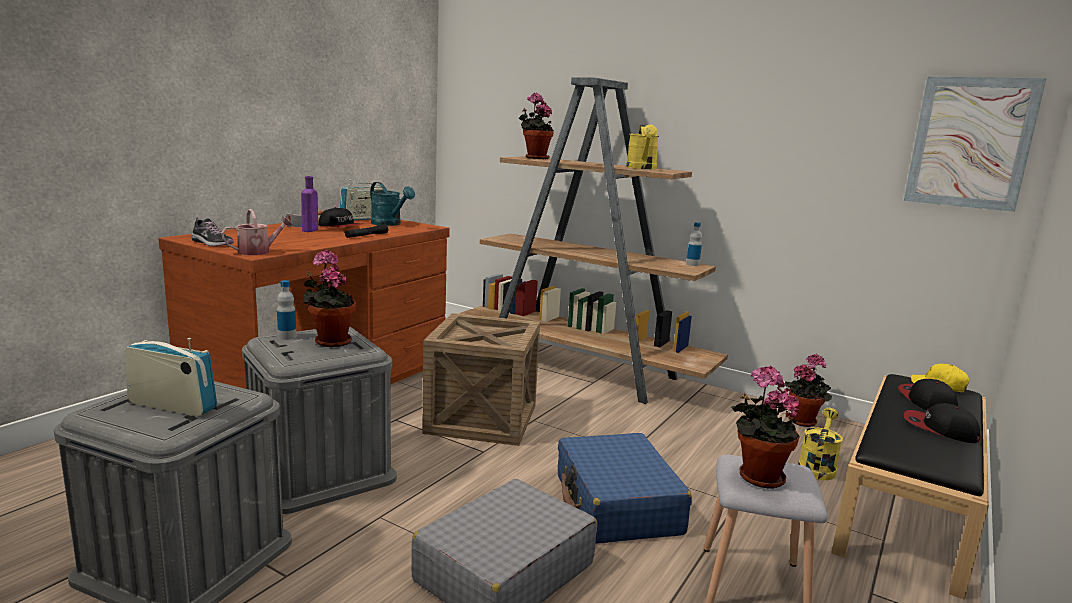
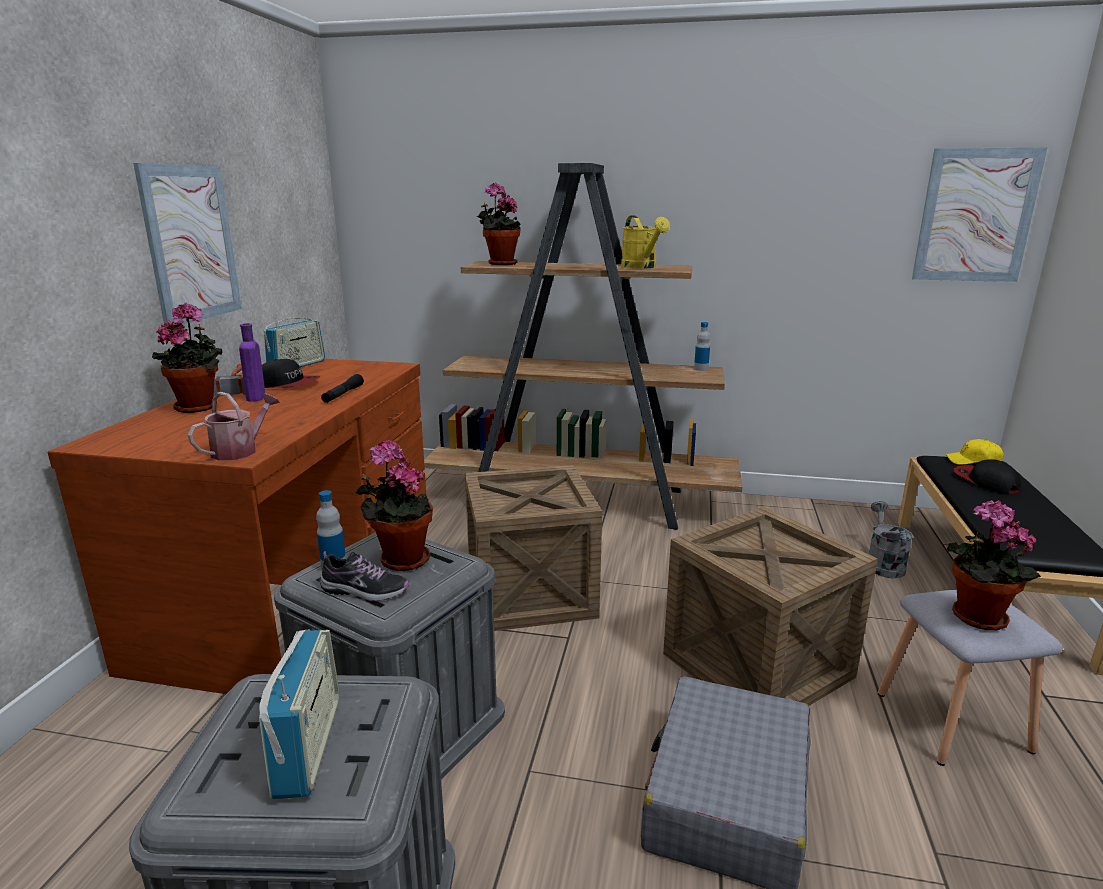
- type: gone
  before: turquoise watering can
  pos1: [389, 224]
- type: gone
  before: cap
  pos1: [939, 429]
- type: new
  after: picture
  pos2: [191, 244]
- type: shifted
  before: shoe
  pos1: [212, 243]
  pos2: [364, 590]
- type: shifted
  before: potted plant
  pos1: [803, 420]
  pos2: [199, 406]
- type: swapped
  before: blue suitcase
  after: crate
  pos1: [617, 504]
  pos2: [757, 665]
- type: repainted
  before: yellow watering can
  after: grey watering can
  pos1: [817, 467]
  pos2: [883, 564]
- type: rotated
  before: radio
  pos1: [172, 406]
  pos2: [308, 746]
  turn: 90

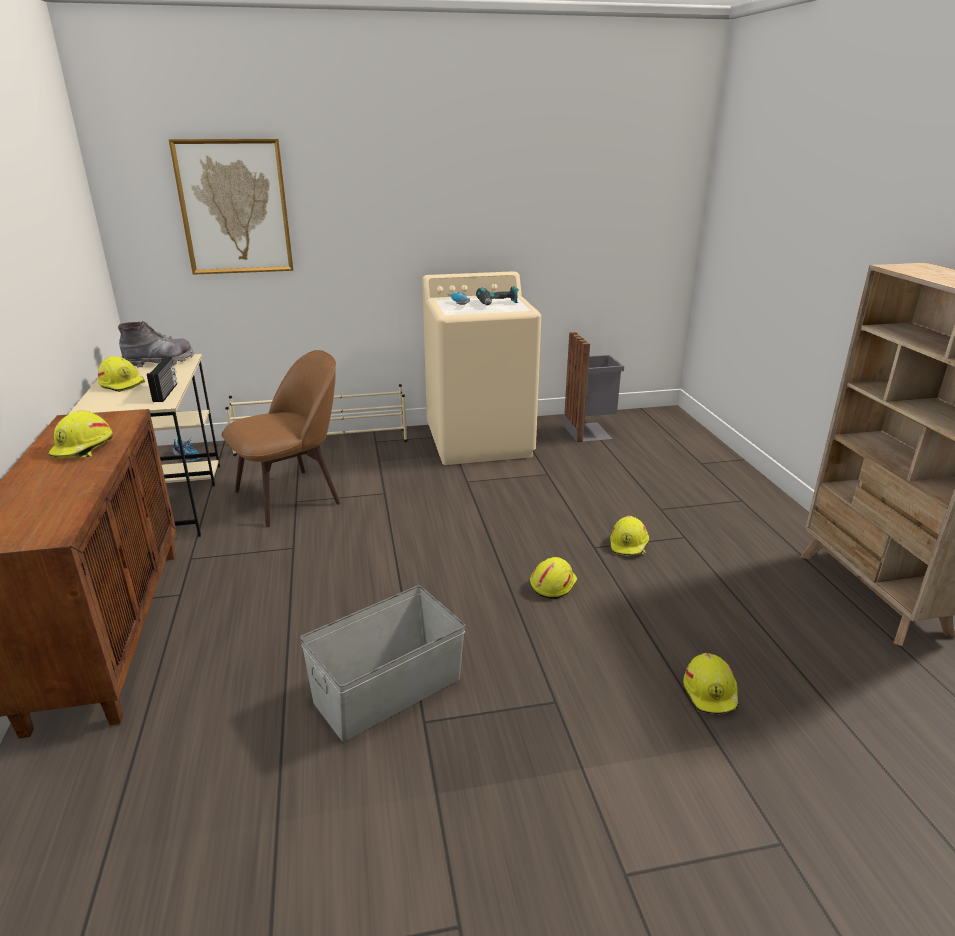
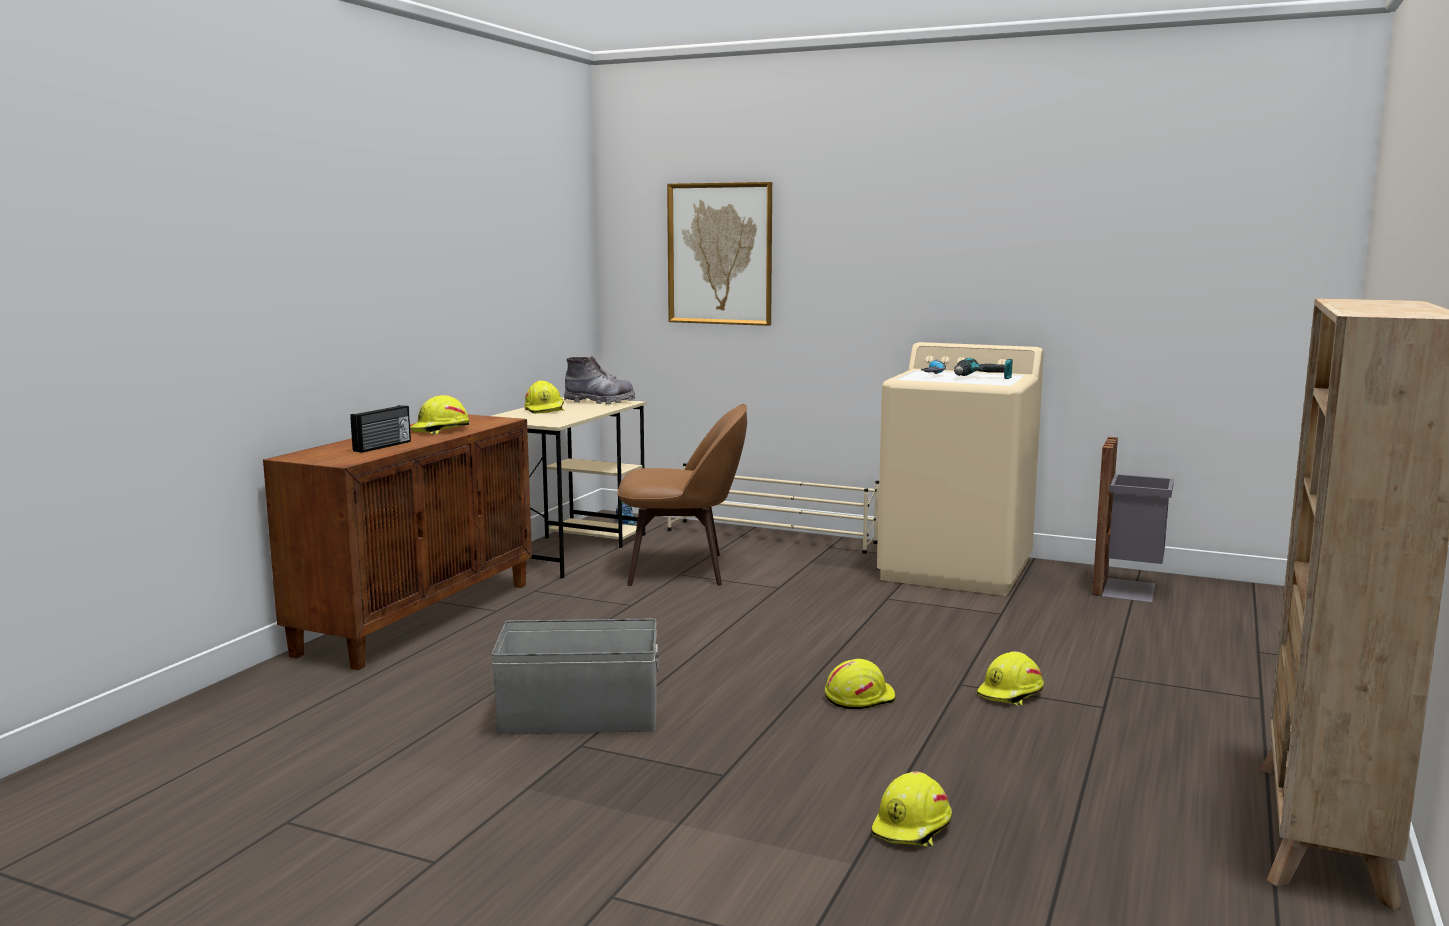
- type: shifted
  before: radio
  pos1: [166, 392]
  pos2: [383, 446]

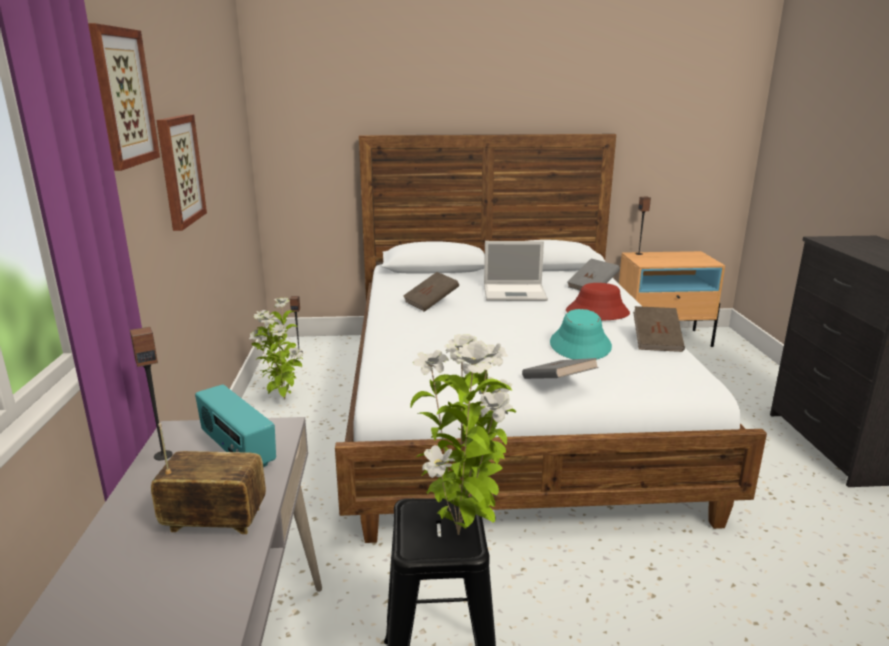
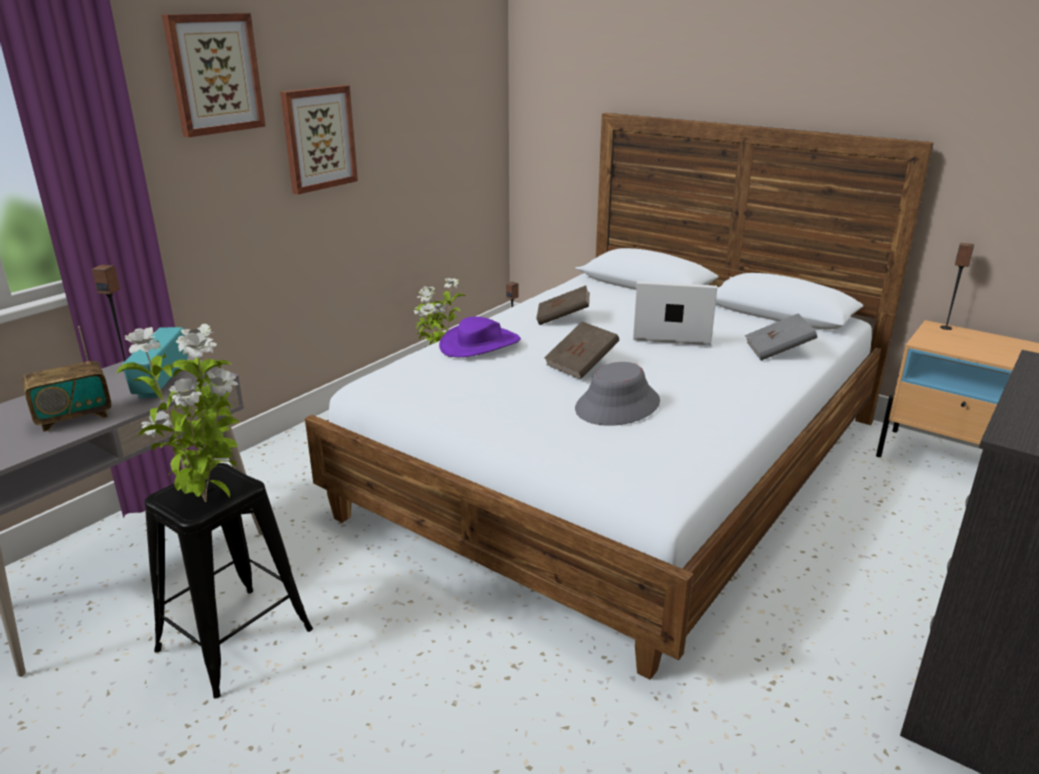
- type: gone
  before: grey book
  pos1: [558, 384]
- type: gone
  before: red hat
  pos1: [597, 312]
- type: new
  after: purple hat
  pos2: [480, 344]
- type: shifted
  before: brown book
  pos1: [656, 342]
  pos2: [581, 365]
- type: repainted
  before: turquoise hat
  after: grey hat
  pos1: [580, 345]
  pos2: [617, 406]
- type: rotated
  before: radio
  pos1: [215, 521]
  pos2: [74, 417]
  turn: 105
- type: rotated
  before: laptop
  pos1: [516, 293]
  pos2: [670, 332]
  turn: 150

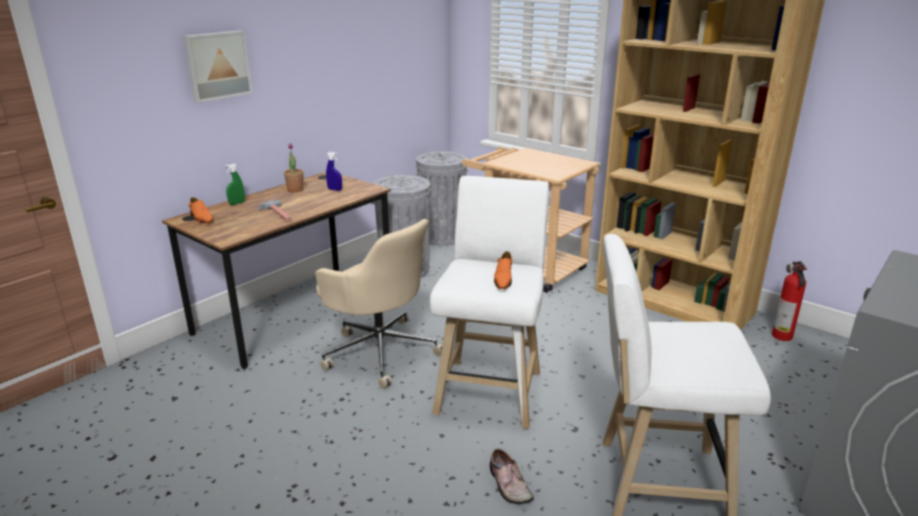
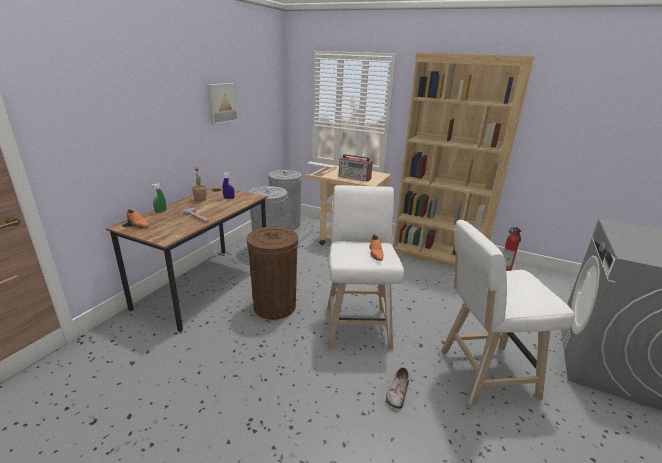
- type: new
  after: radio
  pos2: [355, 178]
- type: shifted
  before: picture
  pos1: [217, 65]
  pos2: [221, 103]
- type: swapped
  before: beige office chair
  after: brown trash can
  pos1: [380, 350]
  pos2: [274, 306]
- type: rotated
  before: shoe
  pos1: [508, 485]
  pos2: [397, 392]
  turn: 60

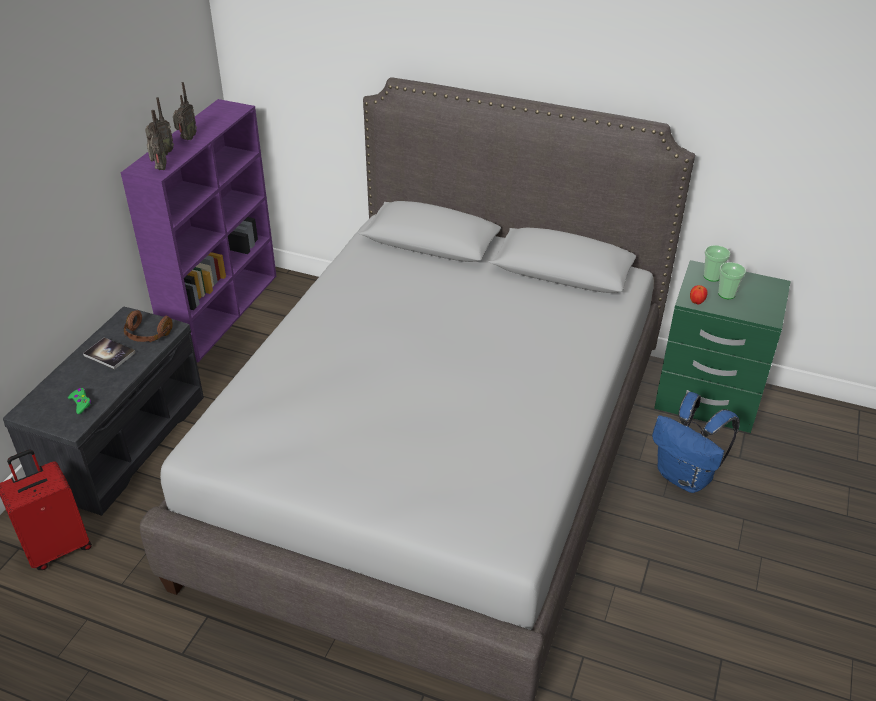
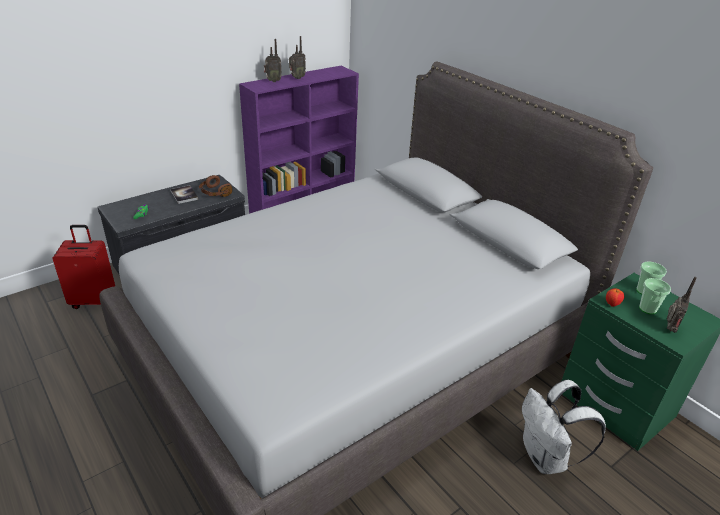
- type: shifted
  before: radio
  pos1: [159, 169]
  pos2: [668, 329]
- type: repainted
  before: blue backpack
  after: white backpack
  pos1: [685, 477]
  pos2: [546, 458]

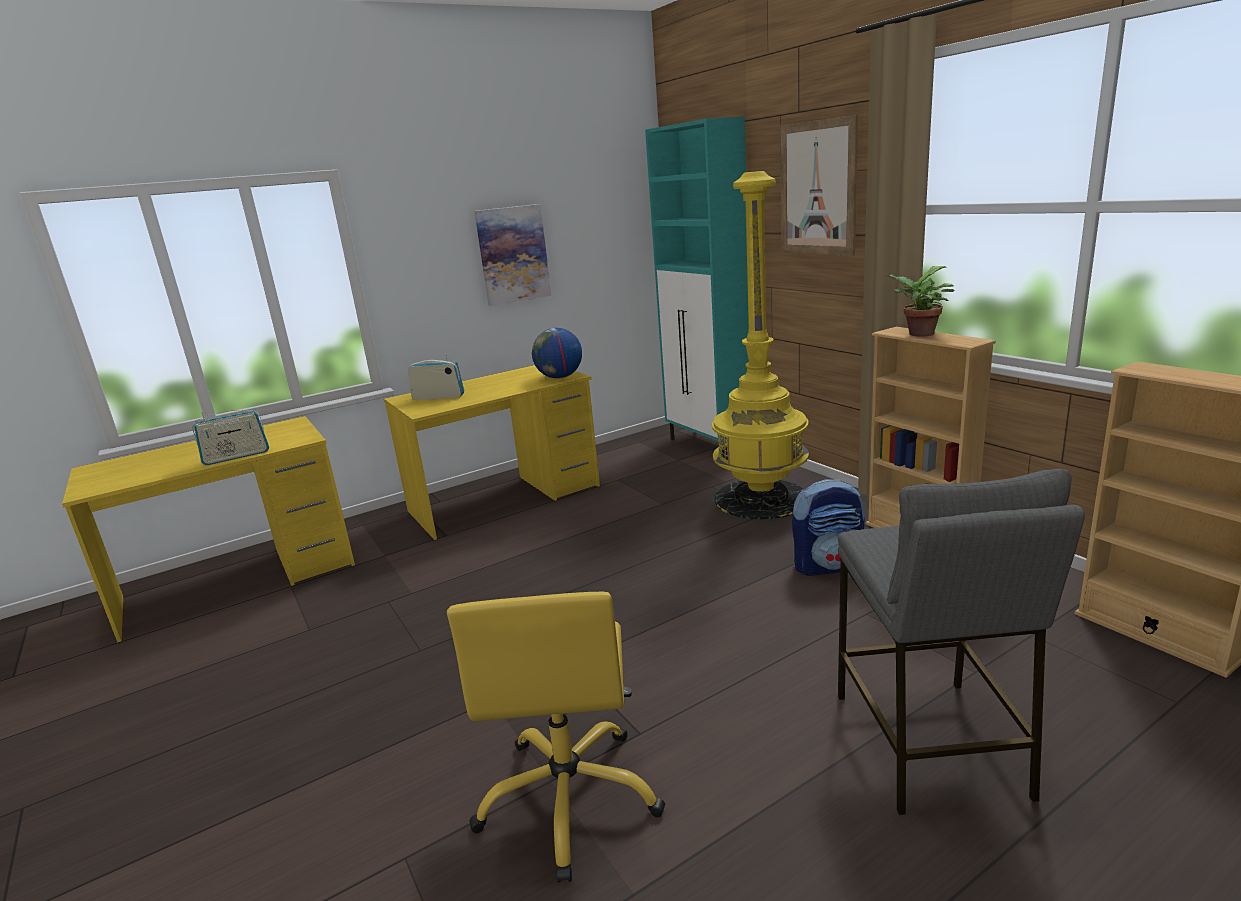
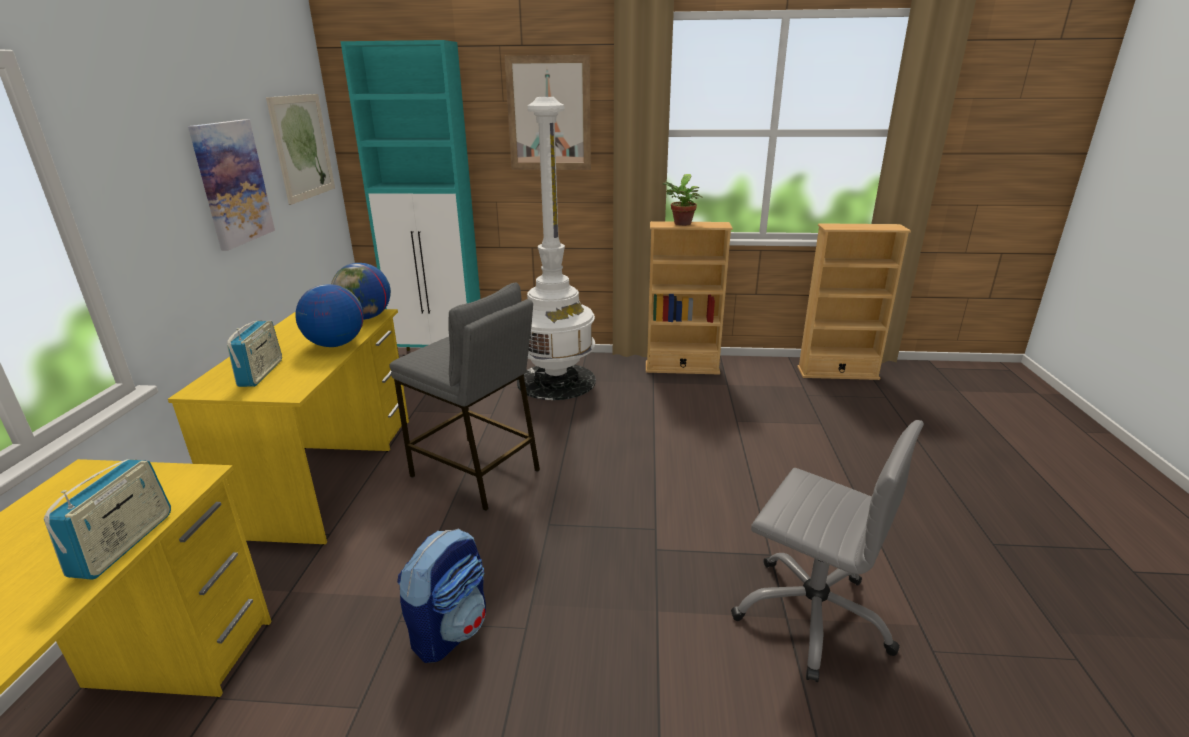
- type: new
  after: picture
  pos2: [302, 147]
- type: new
  after: globe
  pos2: [335, 344]
- type: shifted
  before: backpack
  pos1: [828, 566]
  pos2: [450, 629]
- type: shifted
  before: grey stool
  pos1: [929, 744]
  pos2: [476, 473]
- type: repainted
  before: yellow office chair
  after: grey office chair
  pos1: [570, 797]
  pos2: [812, 615]
- type: repainted
  before: yellow floor lamp
  after: white floor lamp
  pos1: [761, 498]
  pos2: [556, 381]
- type: rotated
  before: radio
  pos1: [438, 397]
  pos2: [261, 373]
  turn: 135

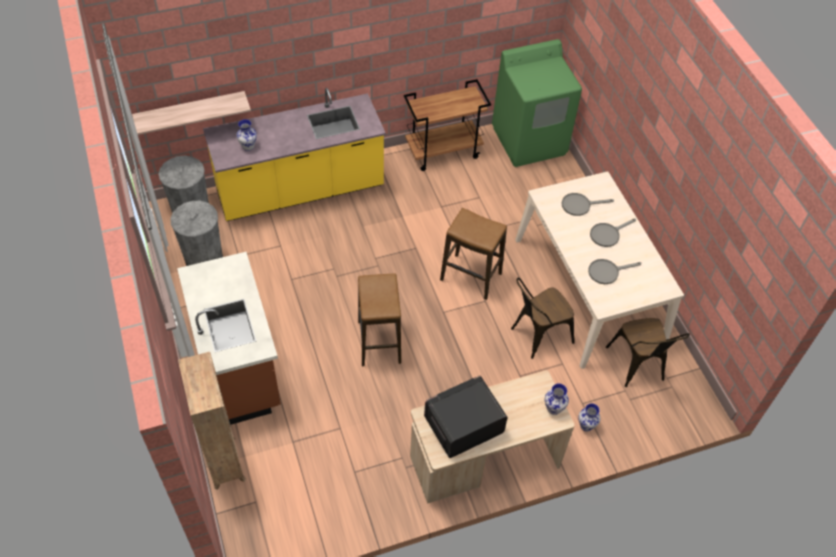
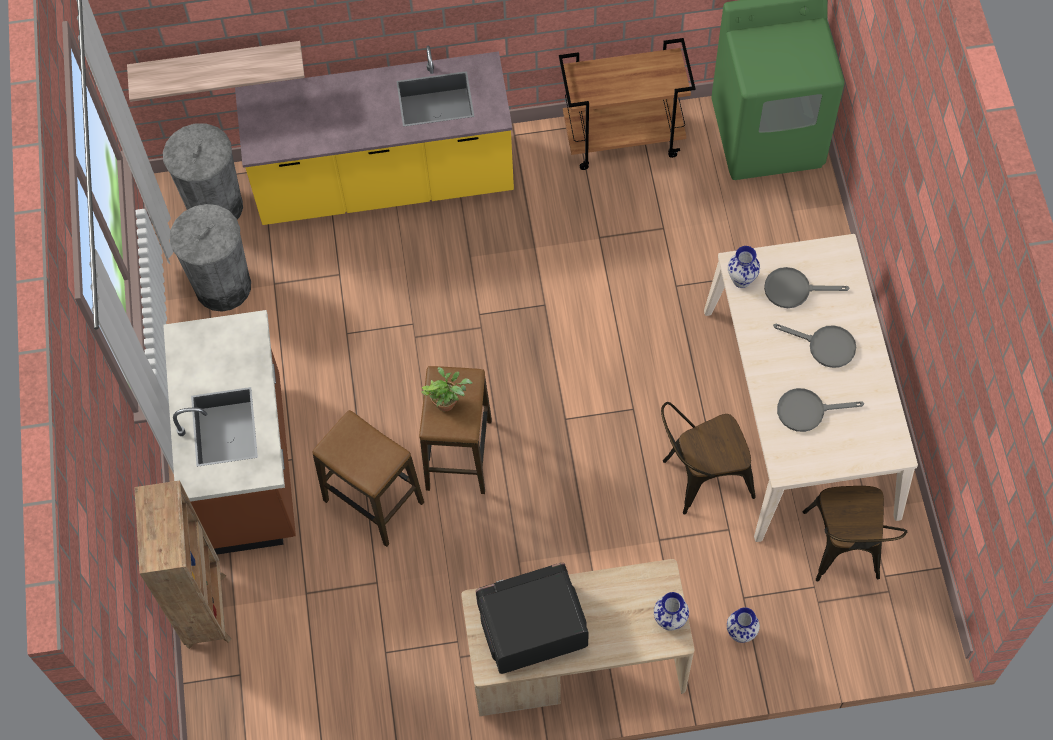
- type: new
  after: potted plant
  pos2: [448, 402]
- type: shifted
  before: vase
  pos1: [248, 146]
  pos2: [741, 280]
- type: shifted
  before: stool
  pos1: [471, 277]
  pos2: [374, 501]
- type: rotated
  before: grey frying pan
  pos1: [607, 234]
  pos2: [825, 346]
  turn: -135

